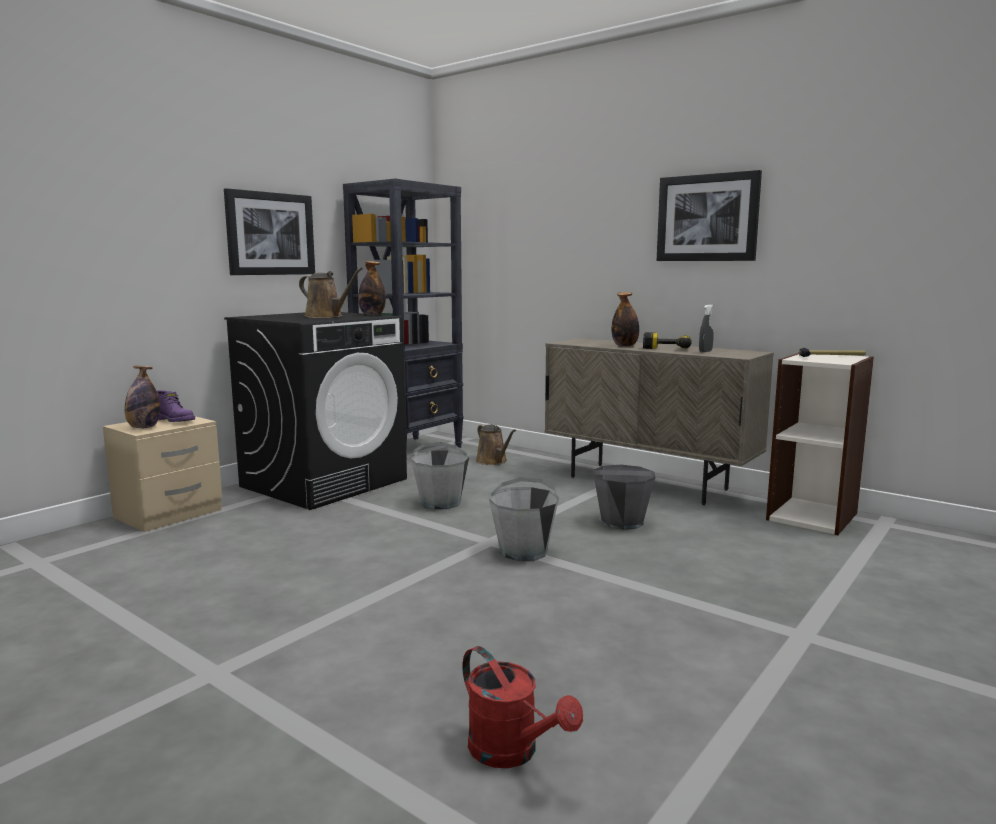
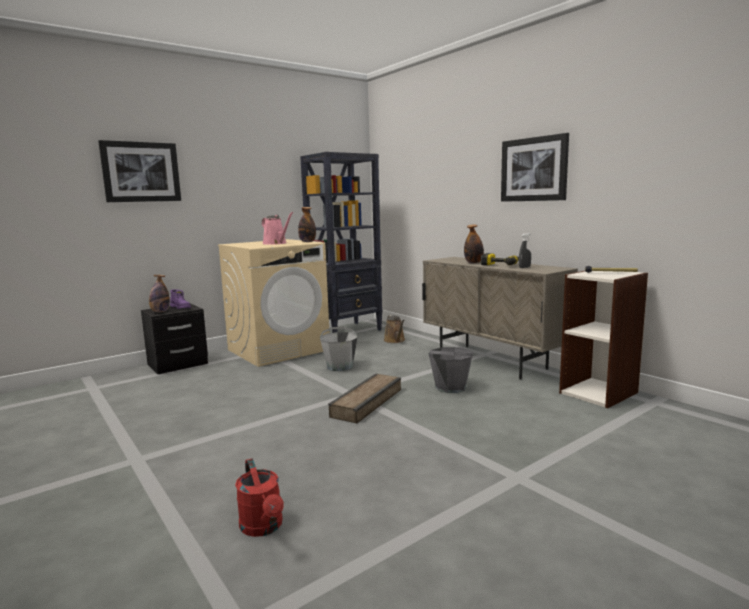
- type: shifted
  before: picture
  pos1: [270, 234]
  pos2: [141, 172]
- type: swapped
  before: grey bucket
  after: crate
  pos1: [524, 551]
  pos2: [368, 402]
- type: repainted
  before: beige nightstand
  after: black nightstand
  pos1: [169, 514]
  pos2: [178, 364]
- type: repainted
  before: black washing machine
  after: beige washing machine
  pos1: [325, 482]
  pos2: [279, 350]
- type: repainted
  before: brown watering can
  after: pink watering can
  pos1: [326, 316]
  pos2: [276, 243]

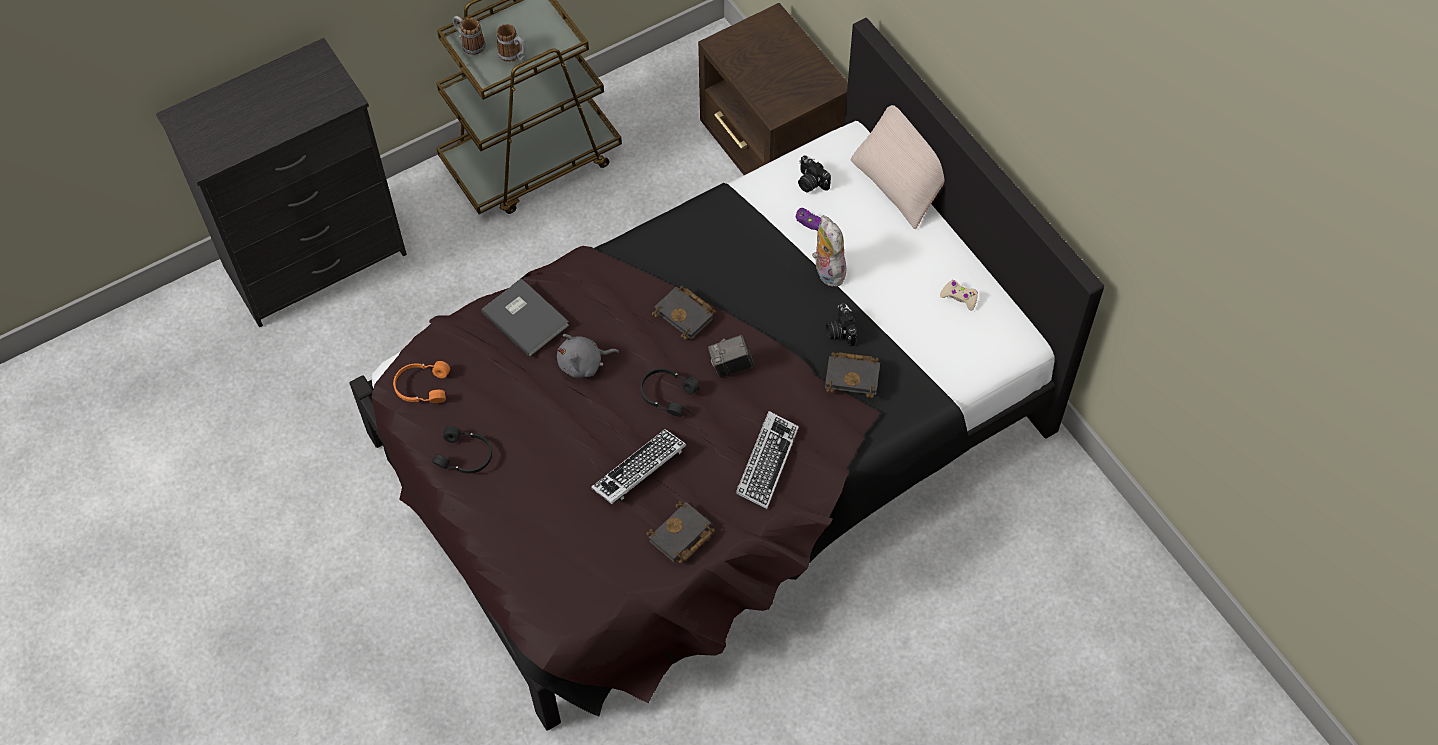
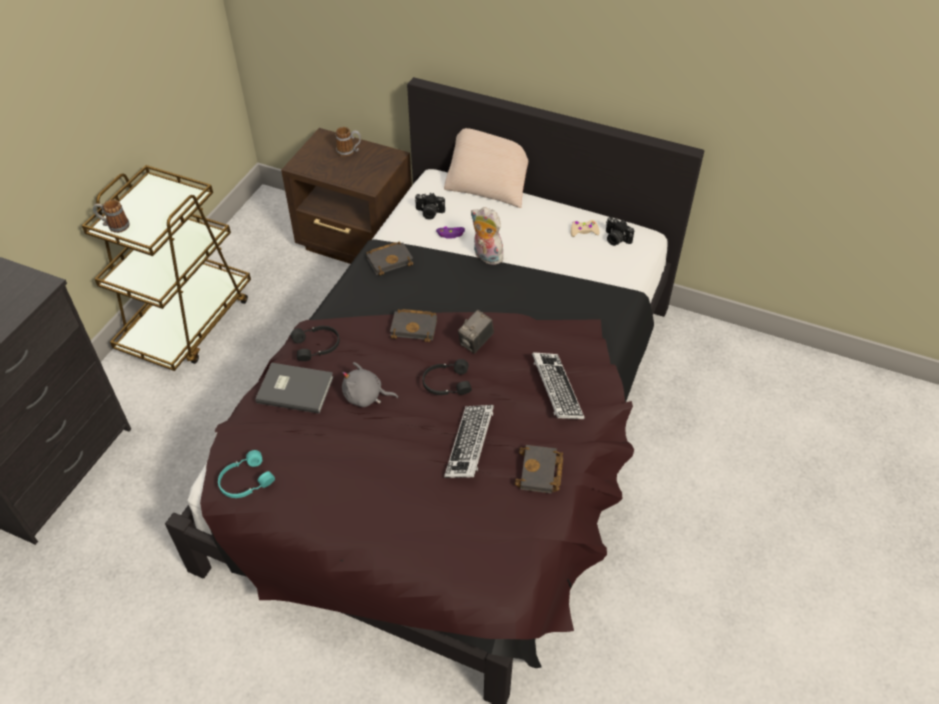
- type: shifted
  before: black headphones
  pos1: [465, 456]
  pos2: [317, 346]
- type: shifted
  before: mug
  pos1: [513, 55]
  pos2: [349, 151]
- type: shifted
  before: black book
  pos1: [854, 376]
  pos2: [390, 260]
- type: shifted
  before: photo camera
  pos1: [840, 331]
  pos2: [615, 239]
- type: repainted
  before: orange headphones
  after: turquoise headphones
  pos1: [422, 386]
  pos2: [245, 481]
- type: rotated
  before: grey plush toy
  pos1: [583, 364]
  pos2: [366, 396]
  turn: 60

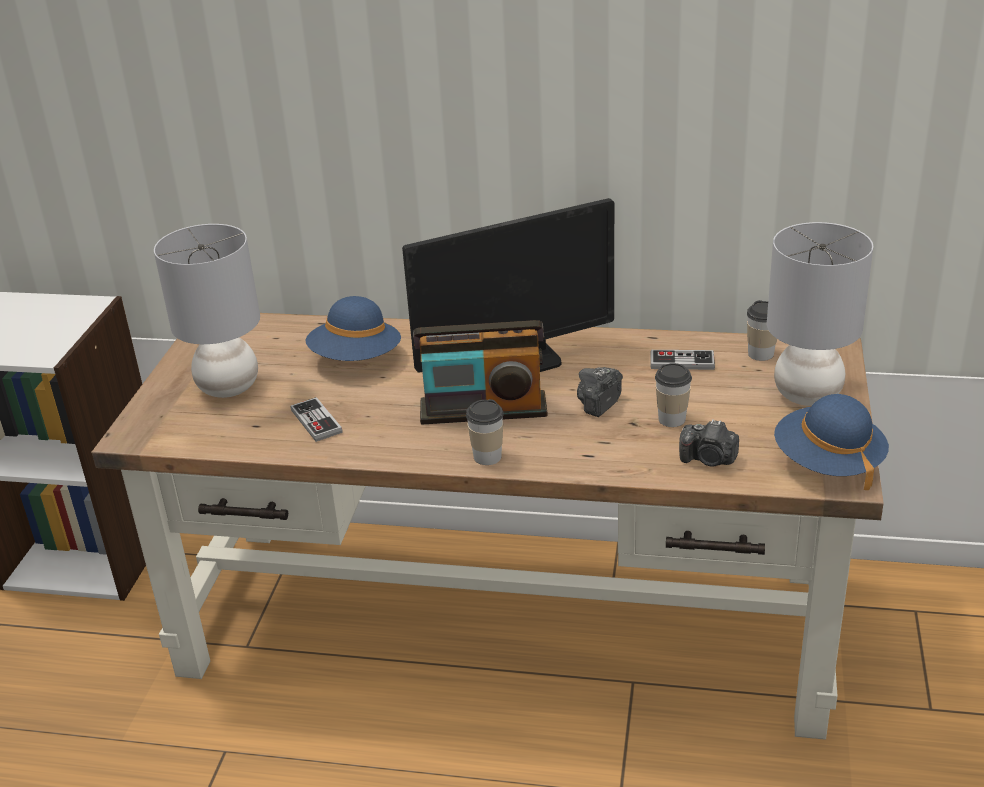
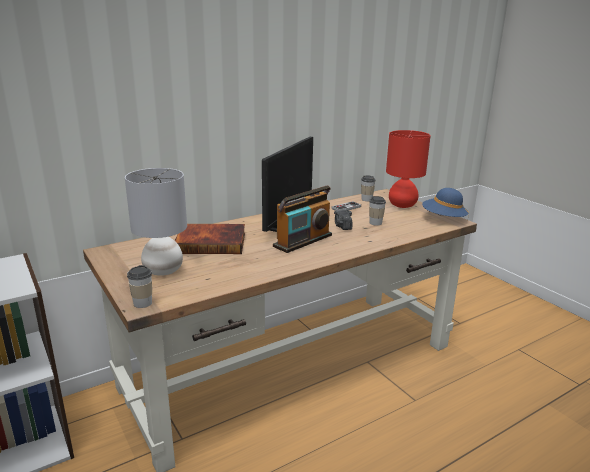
- type: gone
  before: game controller
  pos1: [316, 421]
- type: gone
  before: photo camera
  pos1: [708, 459]
- type: shifted
  before: cup
  pos1: [487, 457]
  pos2: [142, 303]
- type: swapped
  before: blue hat
  after: book
  pos1: [356, 359]
  pos2: [212, 242]
- type: repainted
  before: grey table lamp
  after: red table lamp
  pos1: [806, 395]
  pos2: [402, 205]

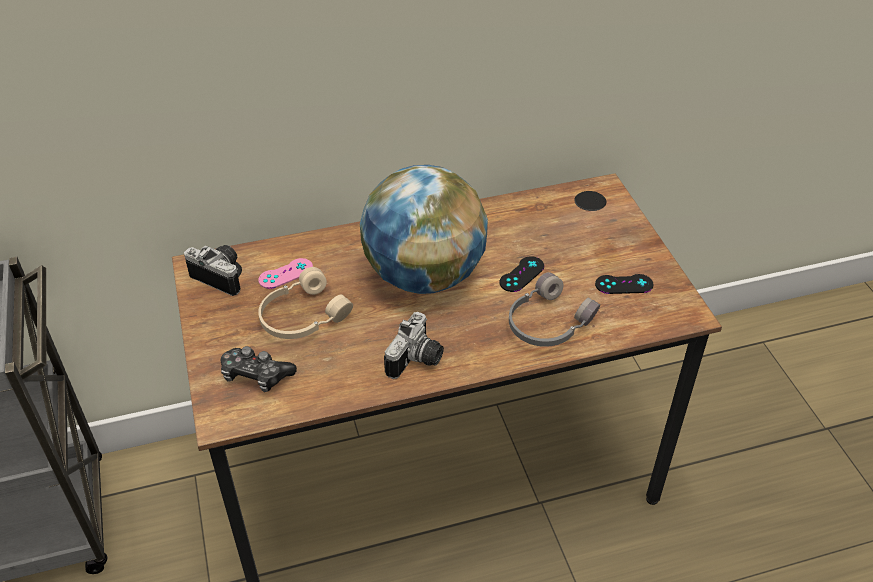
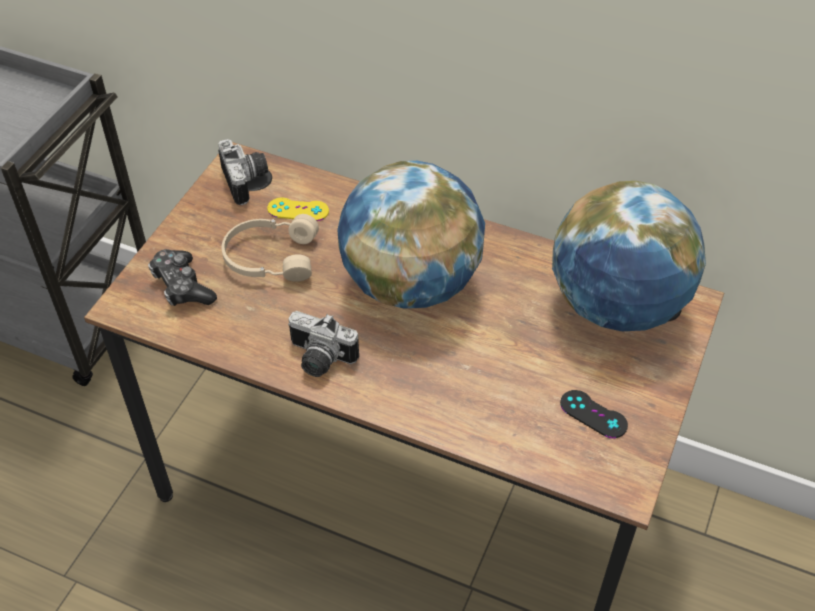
- type: gone
  before: black game controller
  pos1: [521, 274]
- type: gone
  before: grey headphones
  pos1: [547, 322]
- type: new
  after: globe
  pos2: [616, 306]
- type: repainted
  before: pink game controller
  after: yellow game controller
  pos1: [286, 274]
  pos2: [298, 210]
- type: rotated
  before: photo camera
  pos1: [417, 361]
  pos2: [318, 359]
  turn: 45

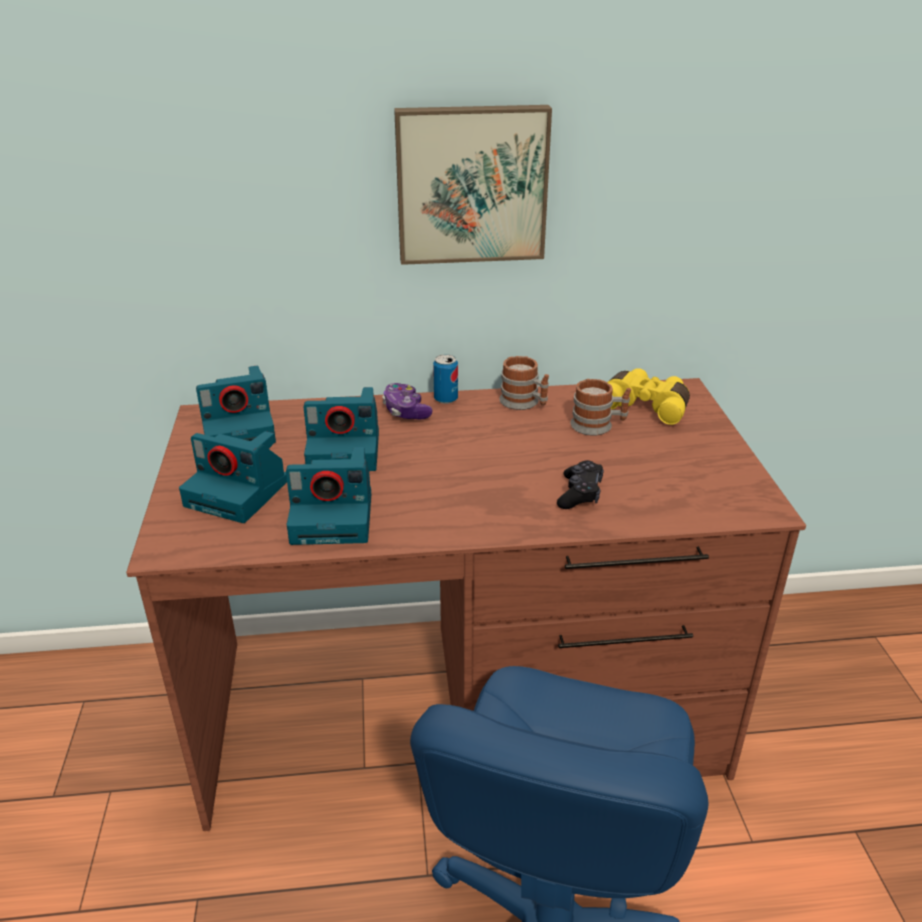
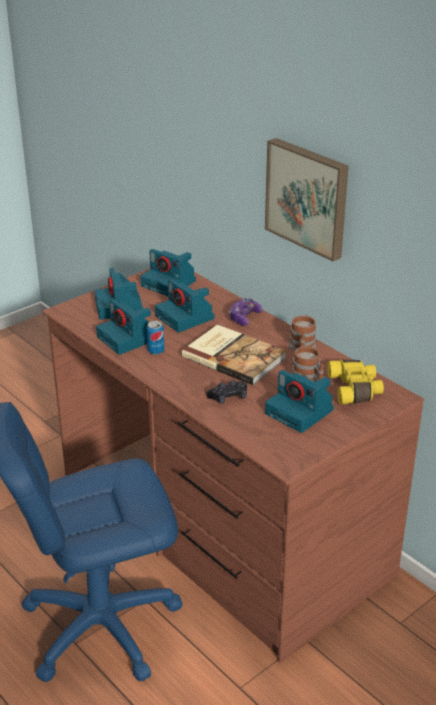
- type: new
  after: book
  pos2: [234, 356]
- type: new
  after: photo camera
  pos2: [301, 412]
- type: shifted
  before: can
  pos1: [446, 399]
  pos2: [156, 351]

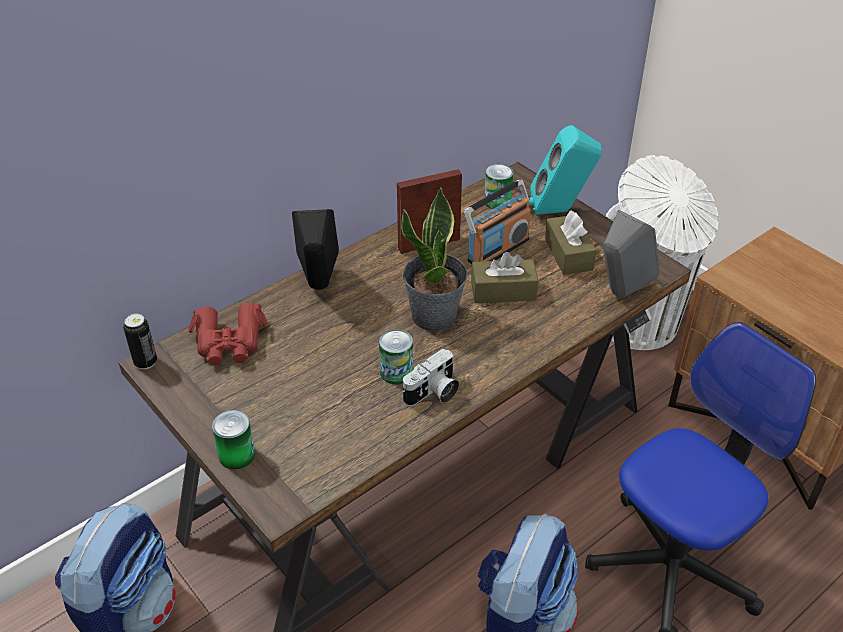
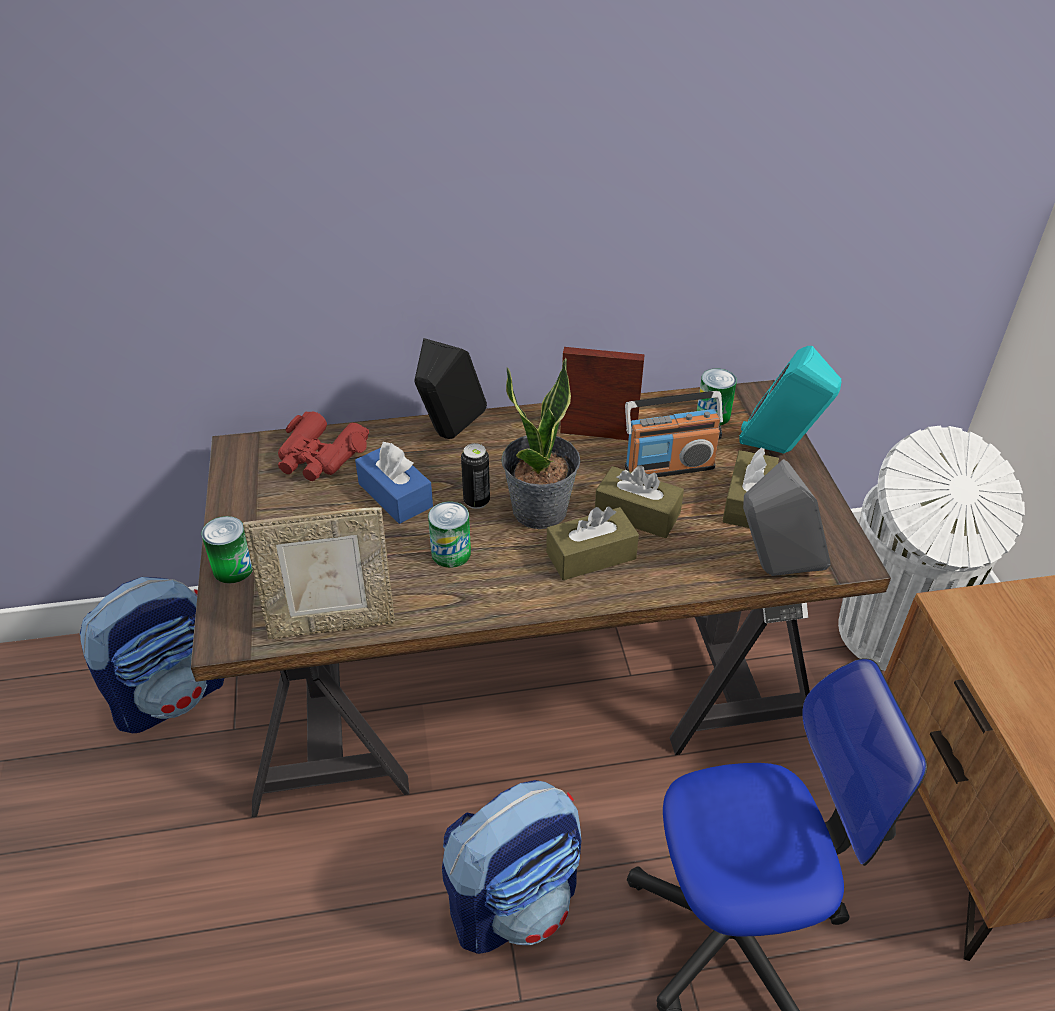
- type: gone
  before: photo camera
  pos1: [433, 393]
- type: new
  after: picture frame
  pos2: [332, 623]
- type: new
  after: blue tissue box
  pos2: [395, 495]
- type: new
  after: brown tissue box
  pos2: [591, 555]
- type: shifted
  before: can
  pos1: [145, 362]
  pos2: [476, 501]

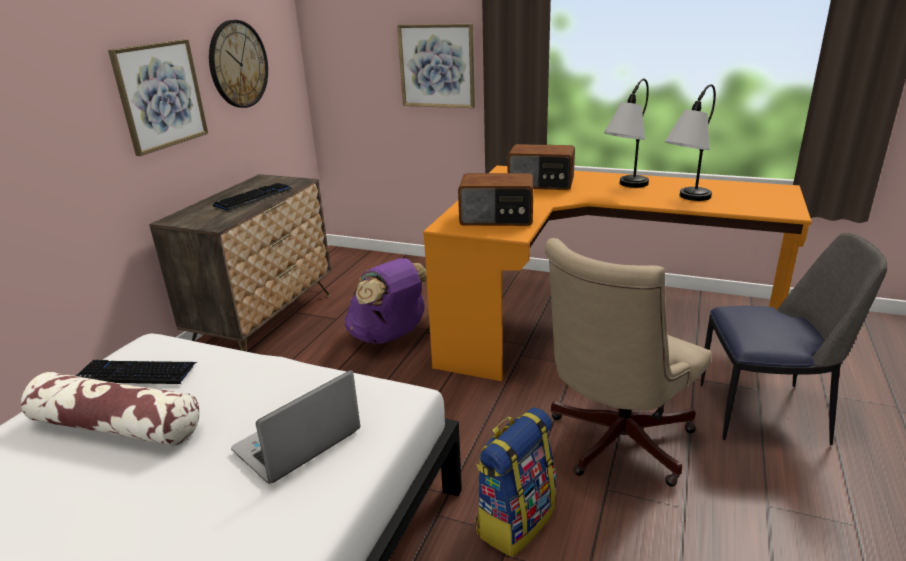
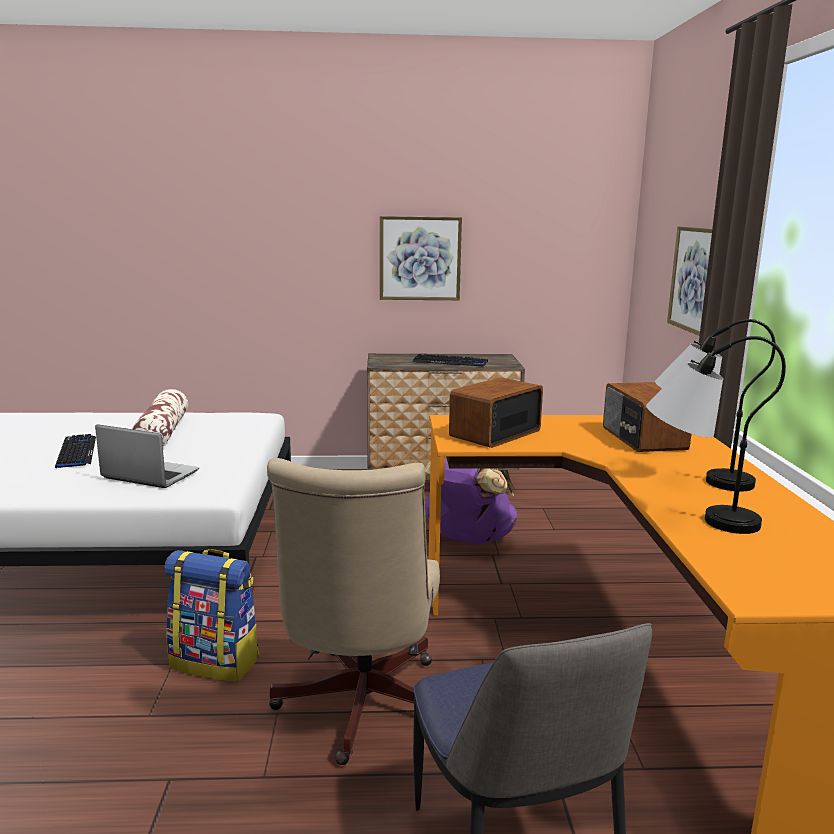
- type: gone
  before: wall clock
  pos1: [238, 64]
- type: shifted
  before: keyboard
  pos1: [136, 373]
  pos2: [76, 452]
- type: rotated
  before: radio
  pos1: [497, 218]
  pos2: [493, 433]
  turn: 60
- type: rotated
  before: beige office chair
  pos1: [614, 444]
  pos2: [359, 709]
  turn: -105

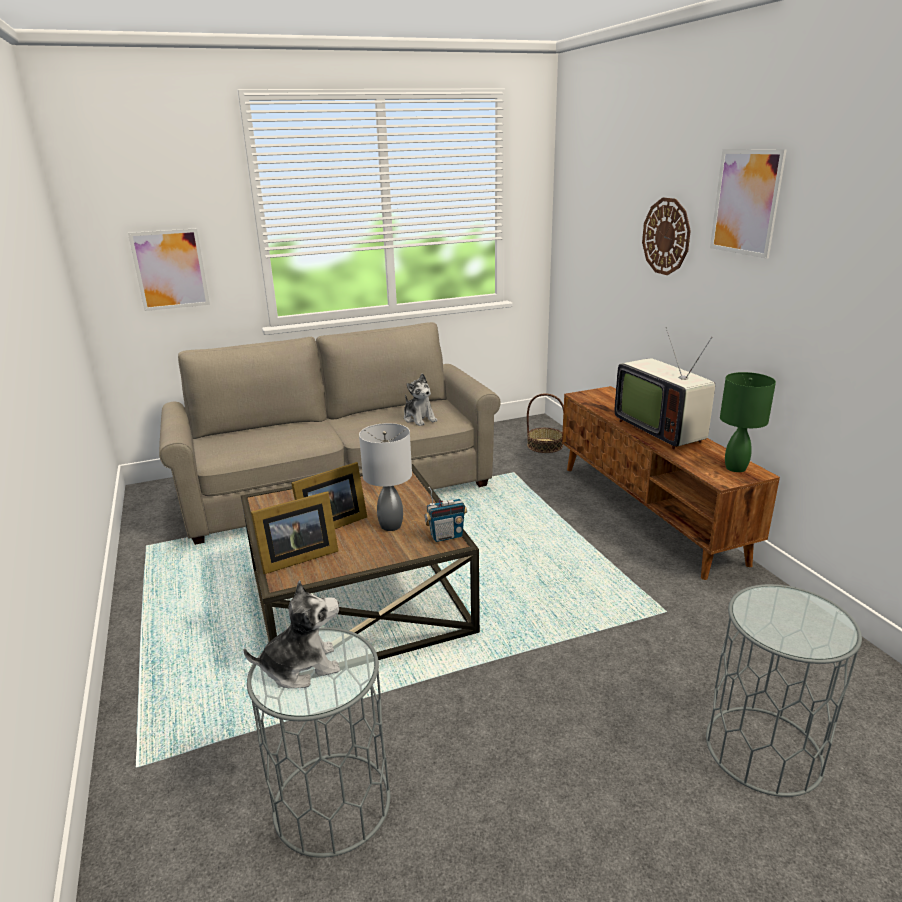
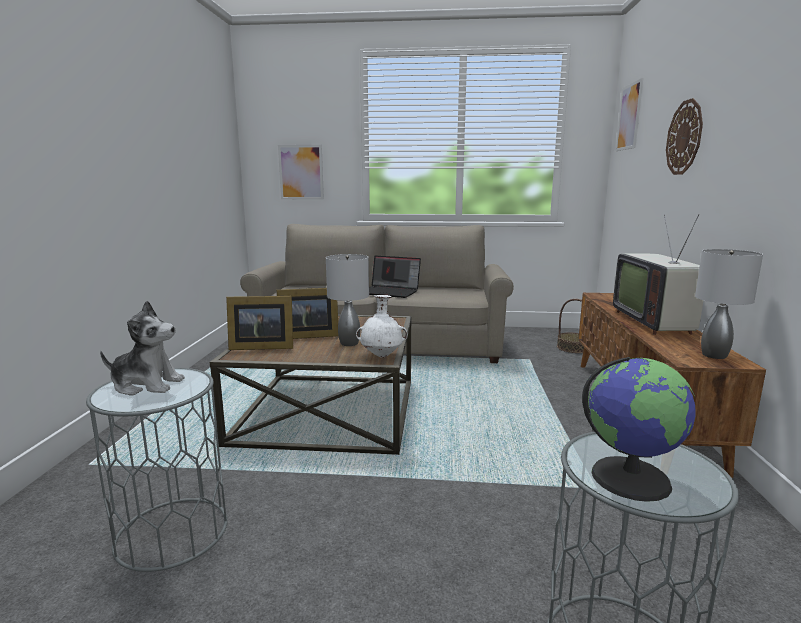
- type: gone
  before: plush toy
  pos1: [419, 419]
- type: new
  after: laptop
  pos2: [391, 292]
- type: new
  after: globe
  pos2: [630, 477]
- type: shifted
  before: picture
  pos1: [746, 202]
  pos2: [629, 117]
- type: swapped
  before: radio
  after: white vase
  pos1: [446, 536]
  pos2: [382, 356]
- type: repainted
  before: green table lamp
  after: grey table lamp
  pos1: [735, 468]
  pos2: [713, 355]

